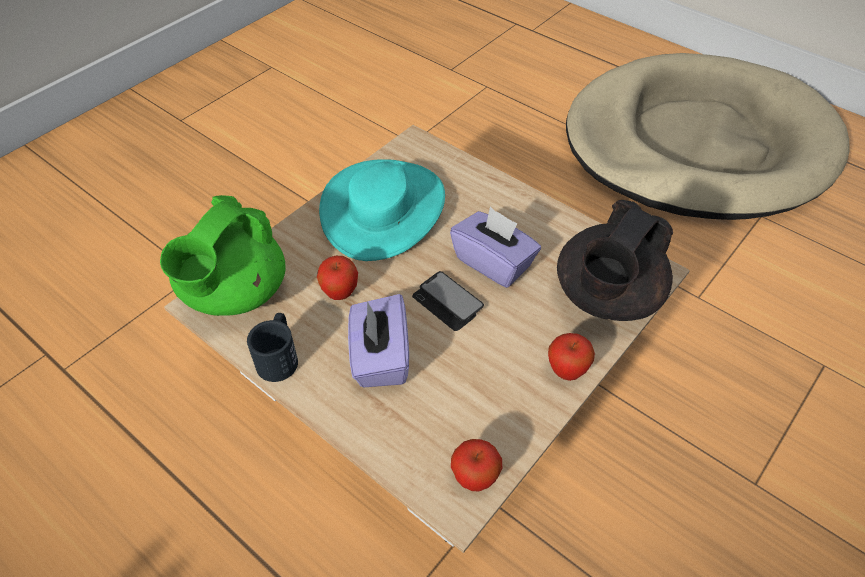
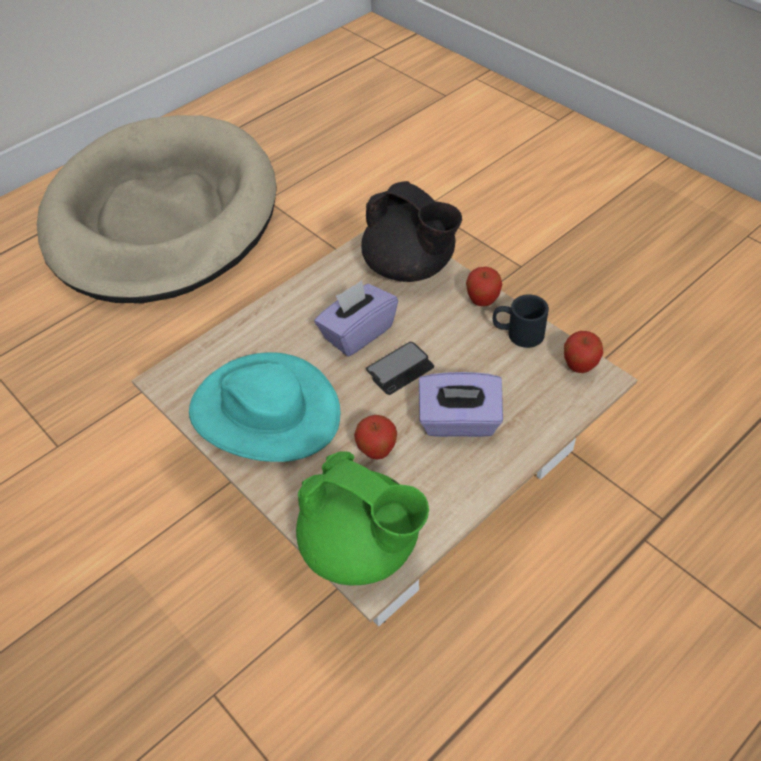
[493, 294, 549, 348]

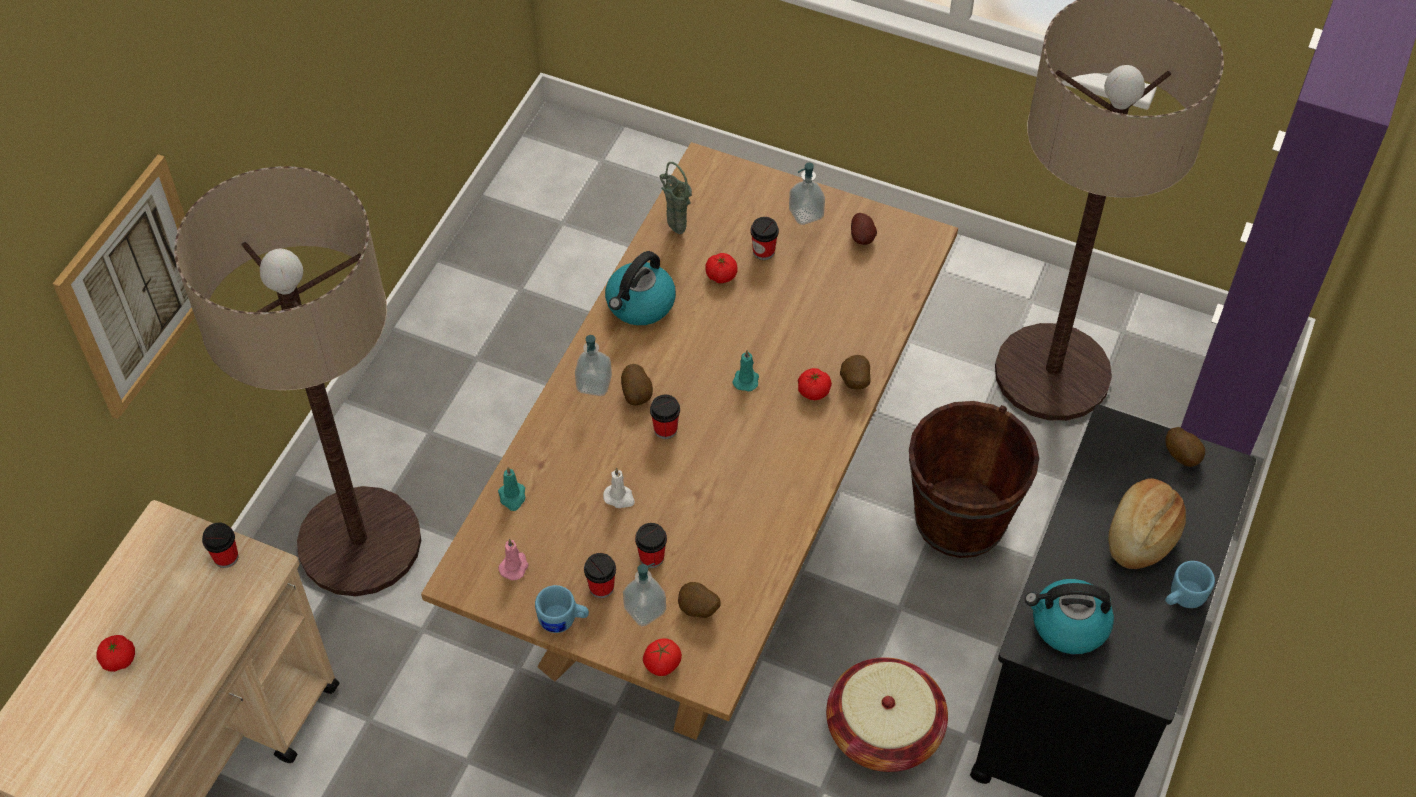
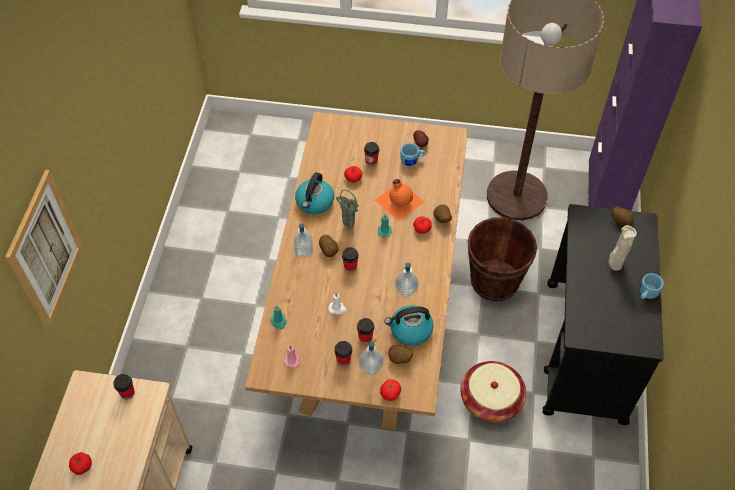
[336, 189, 359, 228]
[375, 179, 424, 221]
[384, 305, 434, 346]
[395, 263, 419, 297]
[400, 143, 425, 166]
[609, 225, 637, 271]
[174, 166, 421, 596] (first image)

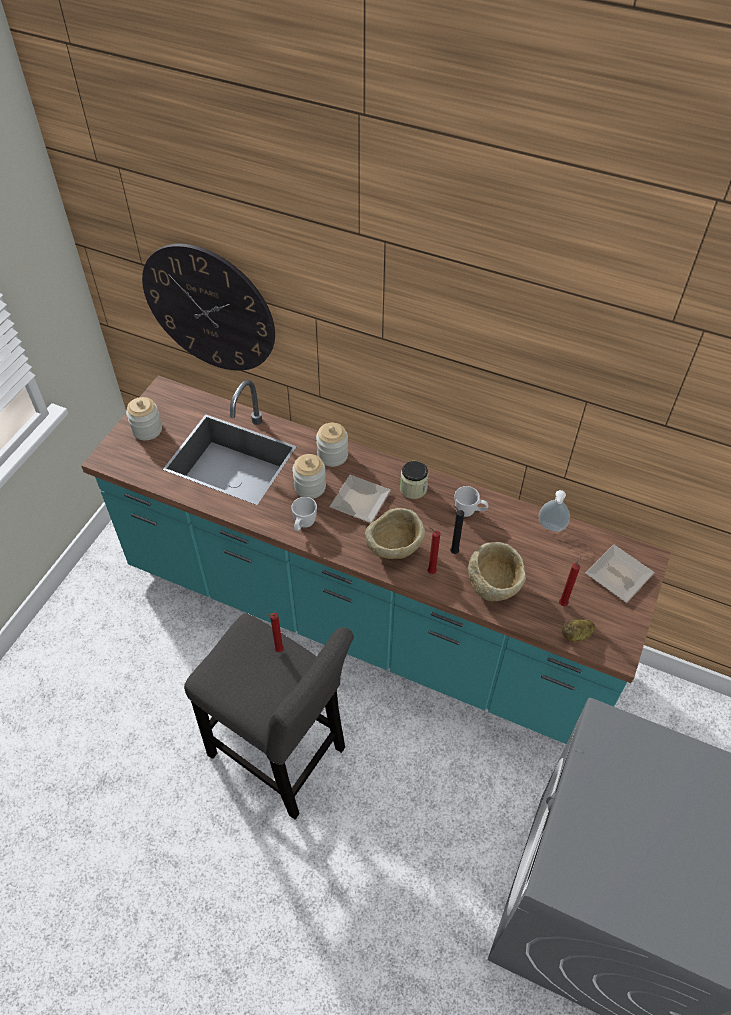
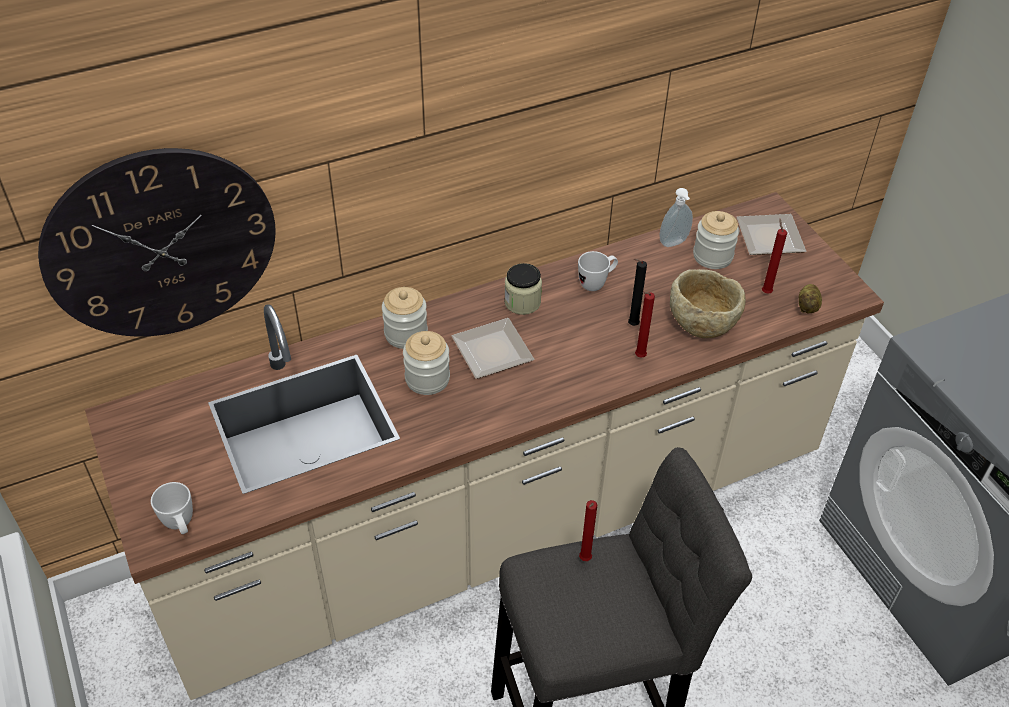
[85, 192, 884, 700]
[151, 482, 193, 534]
[693, 211, 739, 269]
[365, 508, 425, 559] (first image)

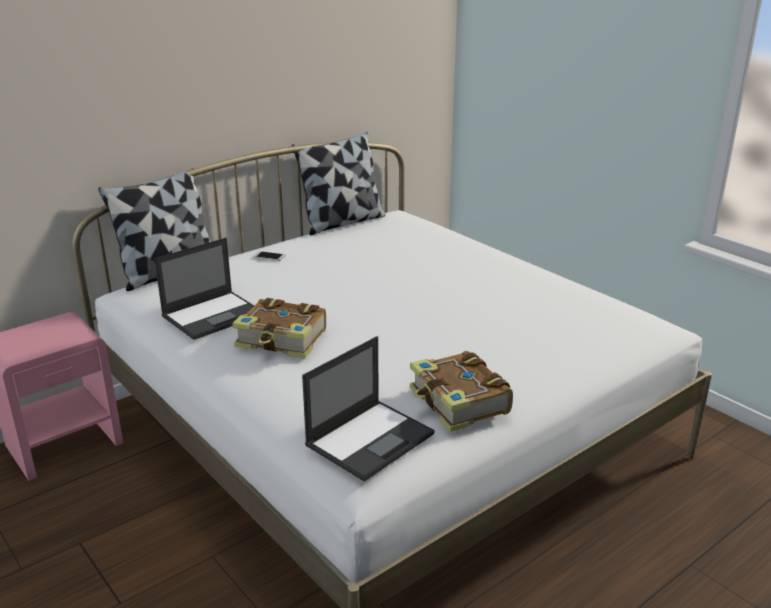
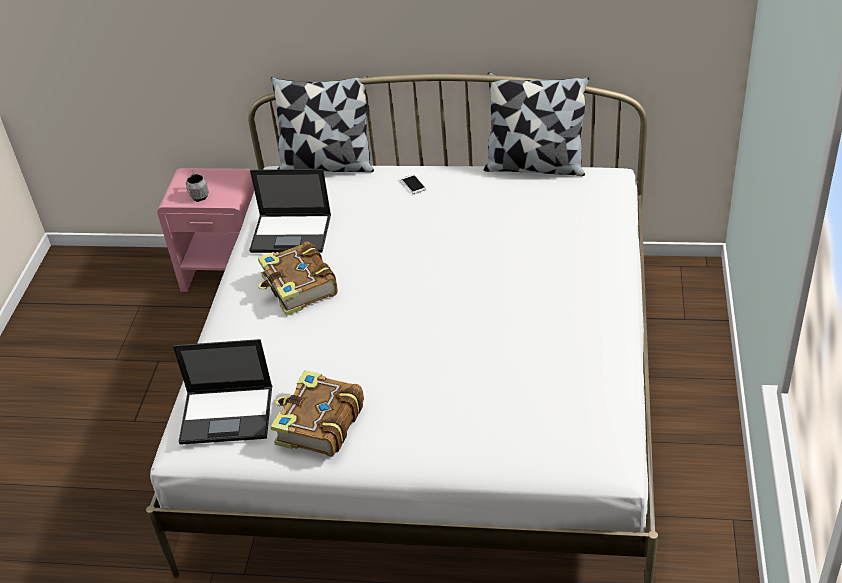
[186, 170, 209, 202]

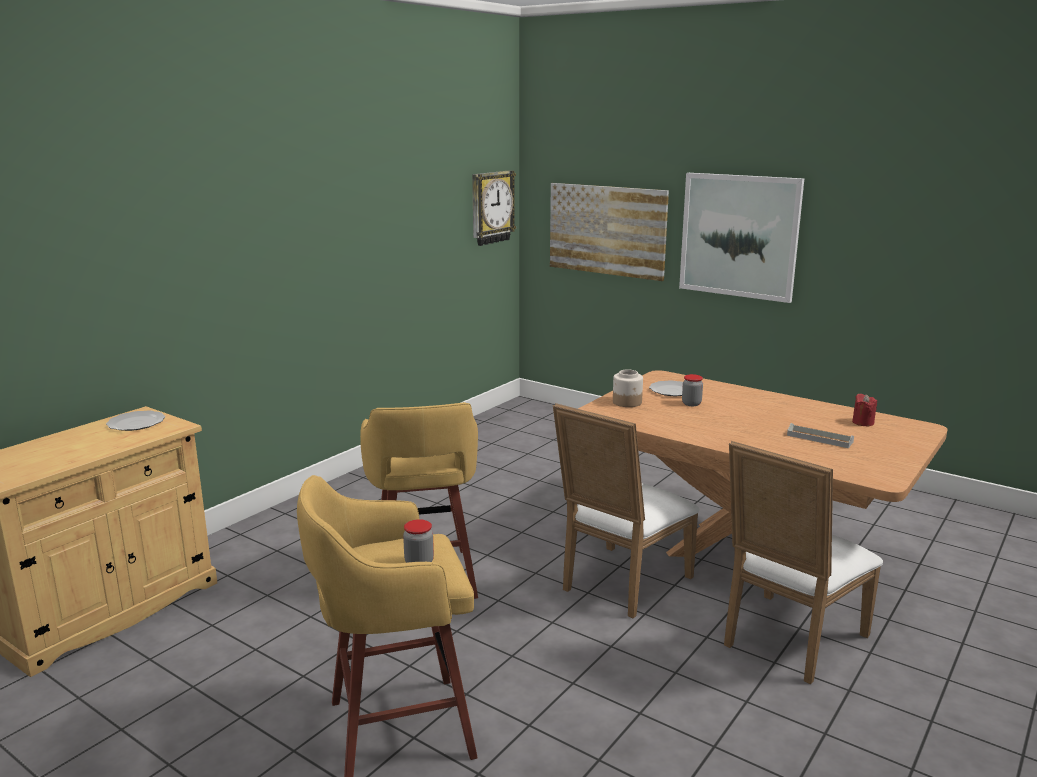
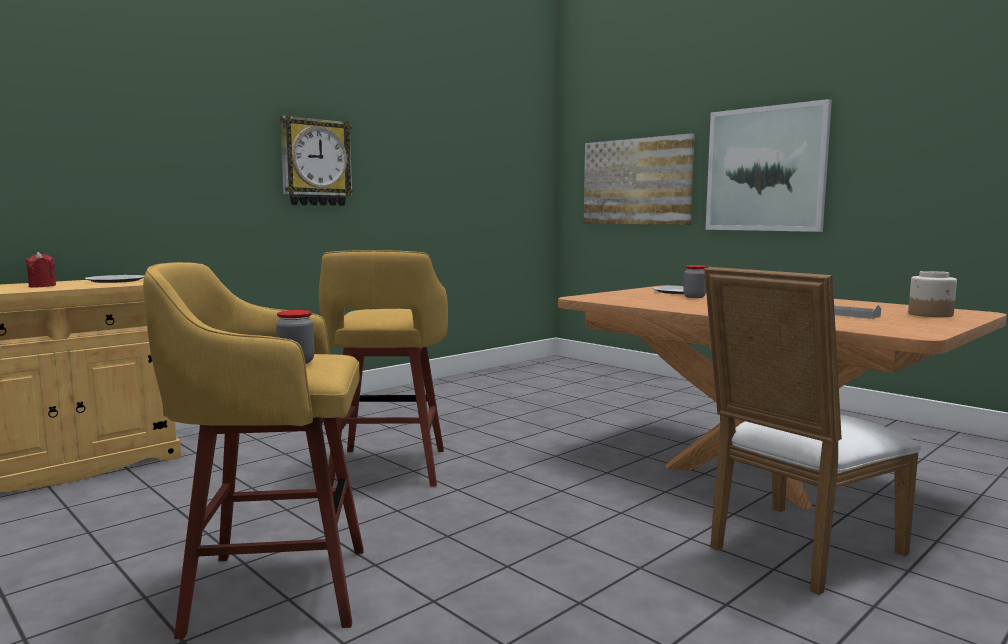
[26, 252, 56, 288]
[280, 115, 354, 206]
[908, 271, 957, 317]
[553, 403, 699, 618] (first image)

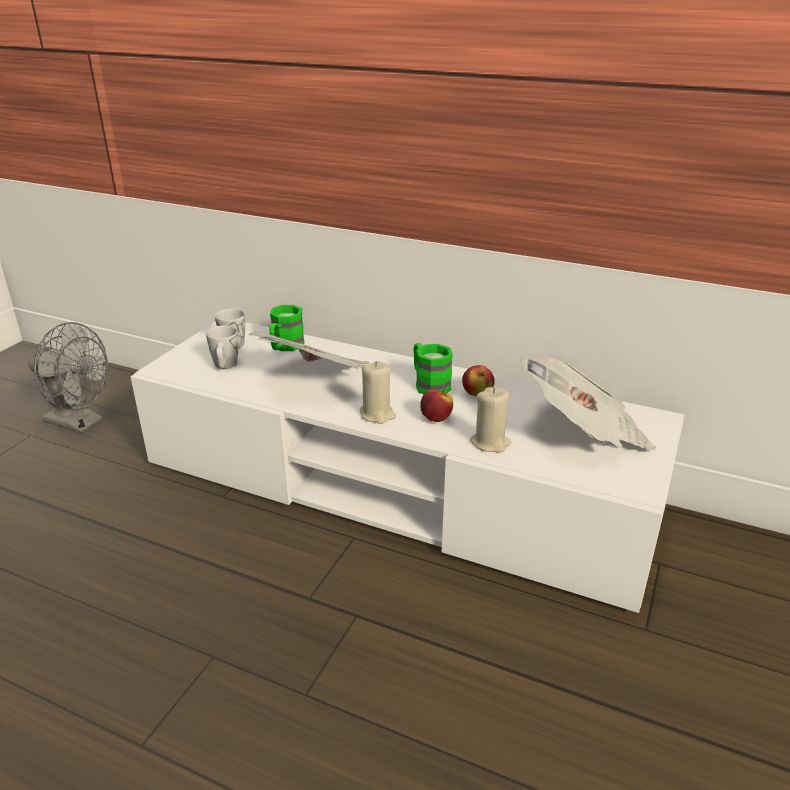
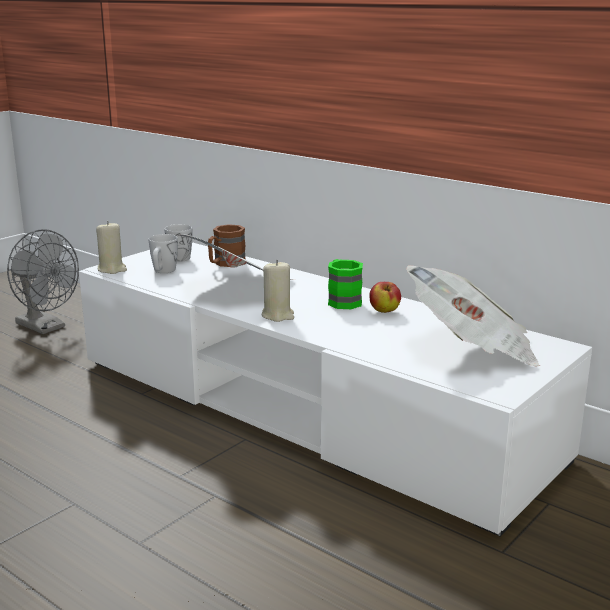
[96, 221, 127, 274]
[208, 224, 246, 267]
[420, 389, 453, 422] (first image)

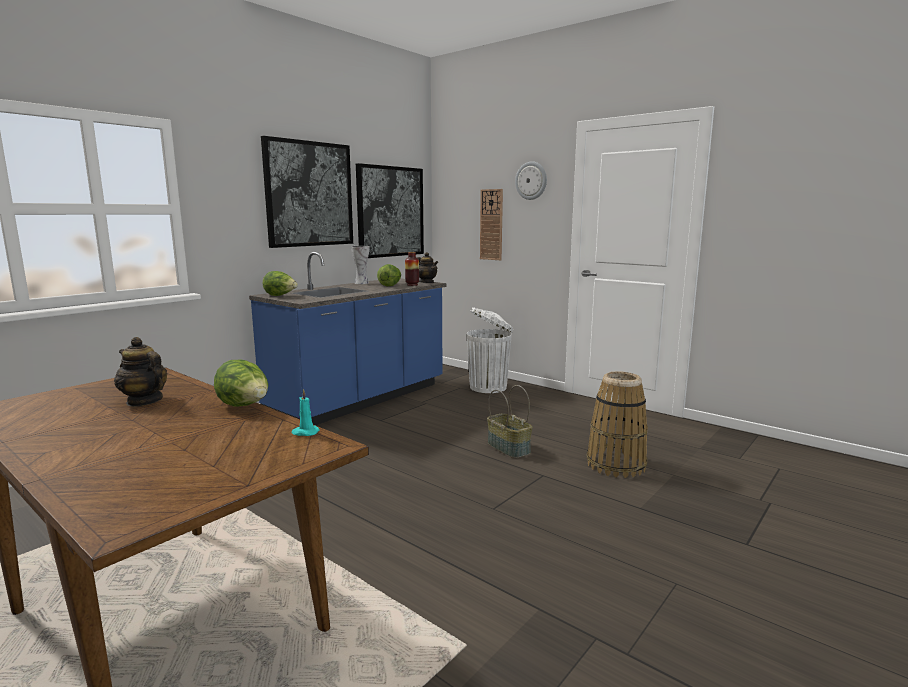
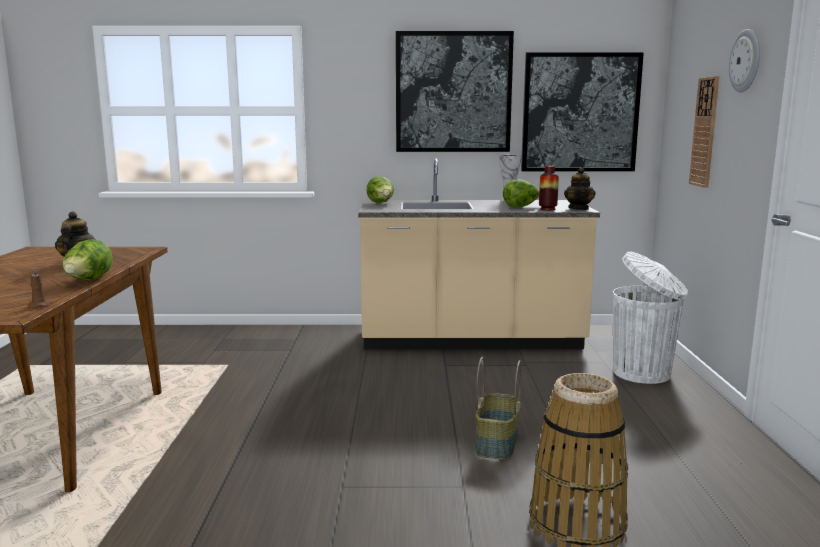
[28, 266, 51, 308]
[358, 158, 600, 349]

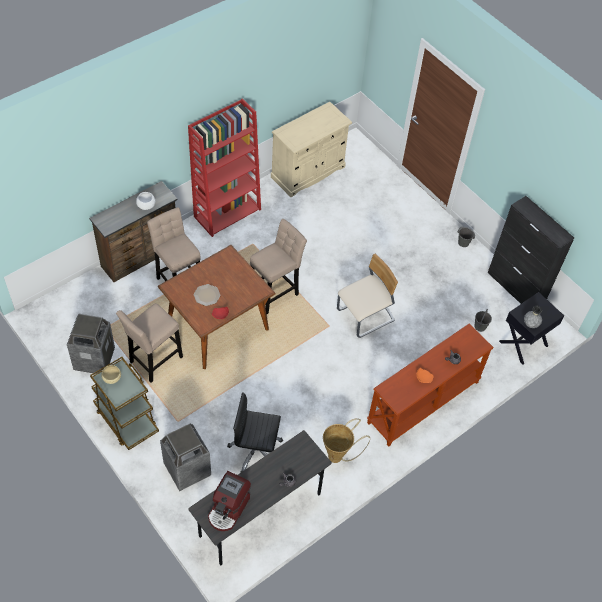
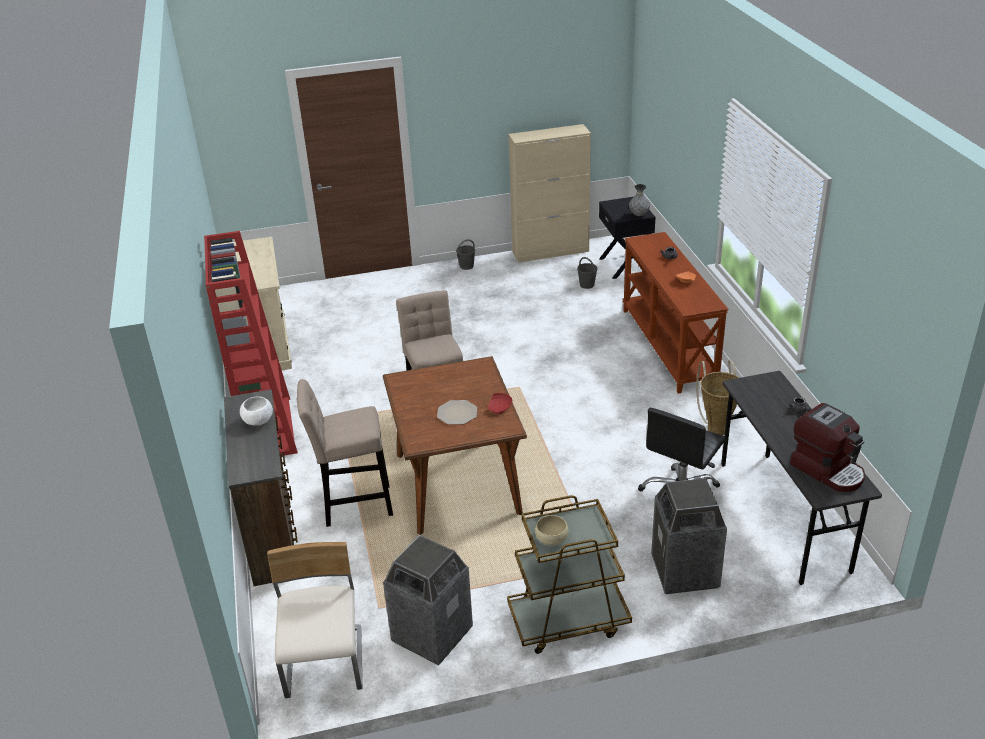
[267, 542, 362, 698]
[509, 124, 591, 263]
[116, 303, 183, 383] (first image)

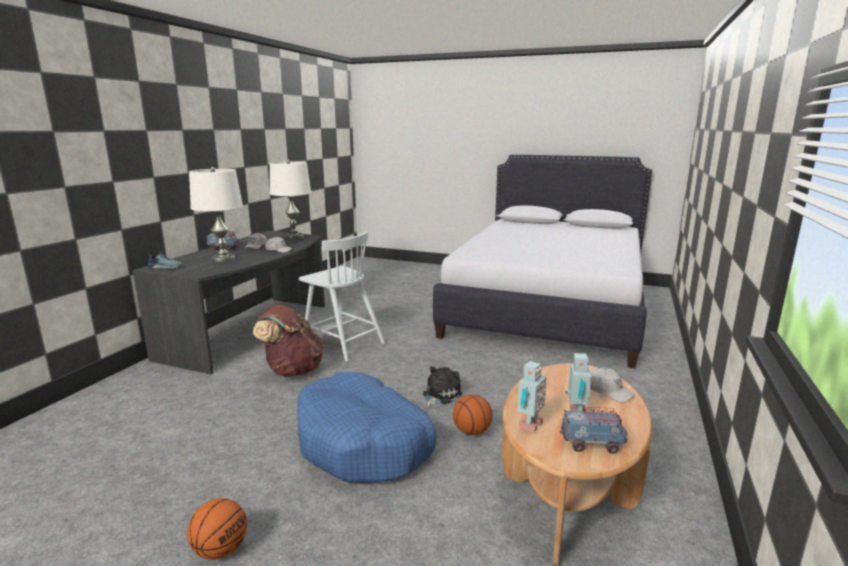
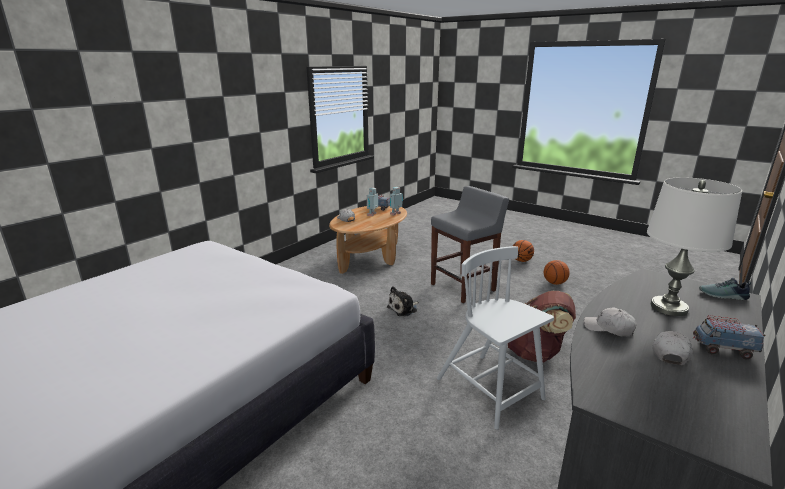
[431, 186, 509, 303]
[544, 260, 570, 285]
[270, 160, 311, 239] (first image)

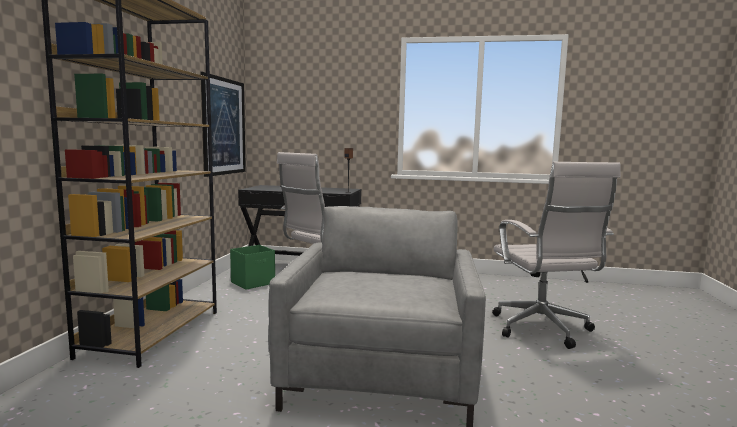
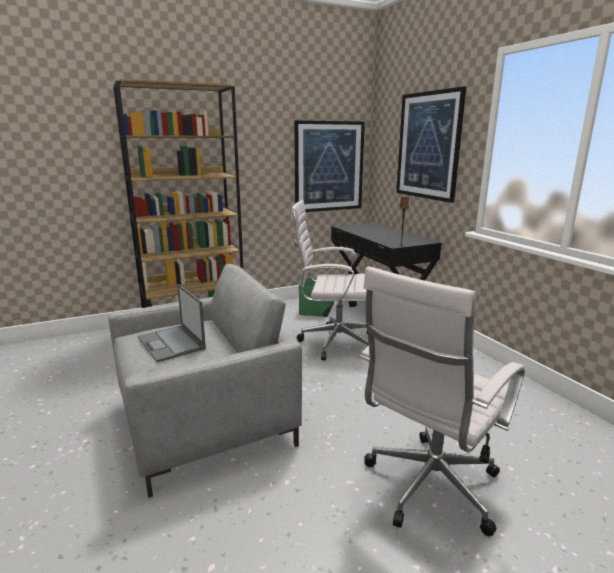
[138, 284, 206, 362]
[396, 86, 467, 203]

